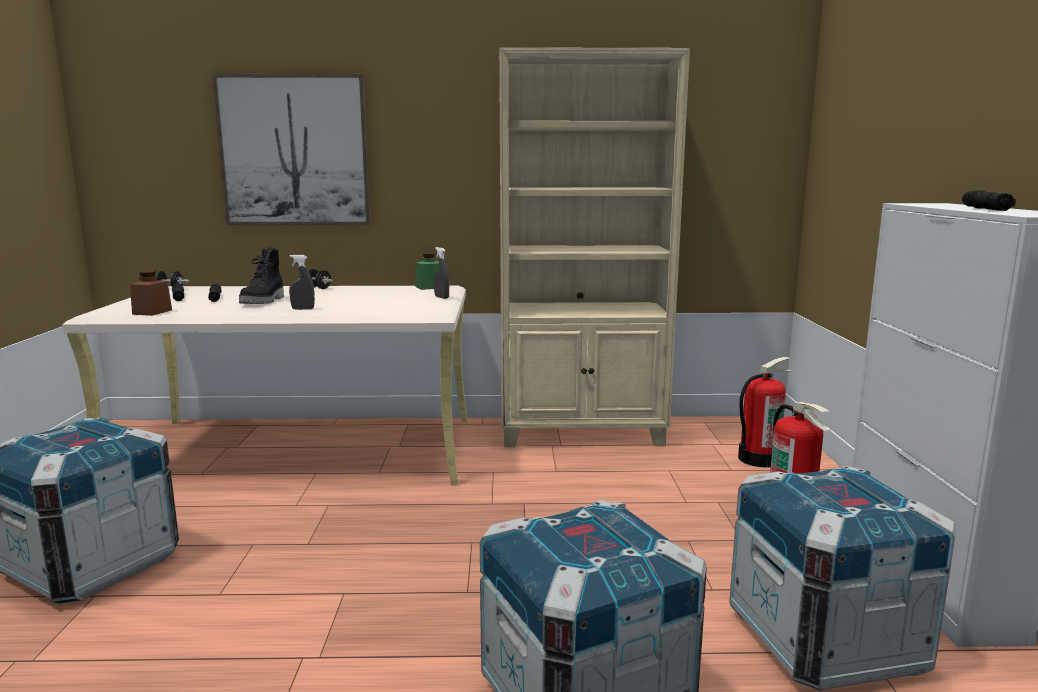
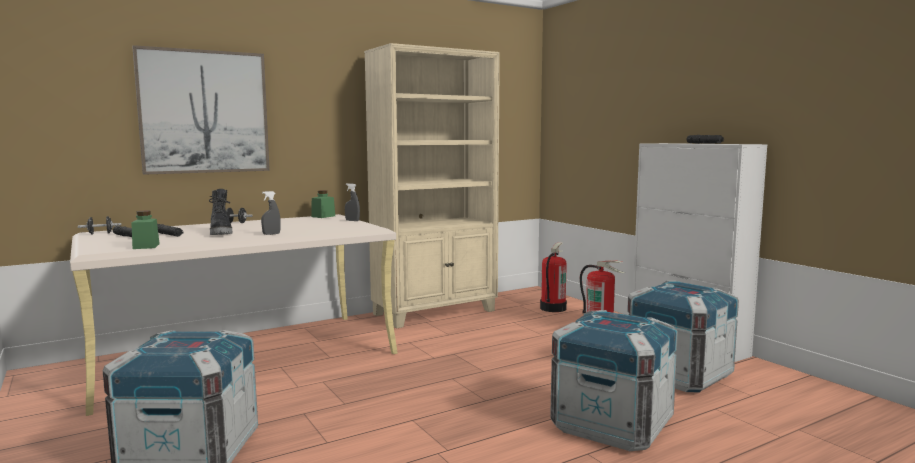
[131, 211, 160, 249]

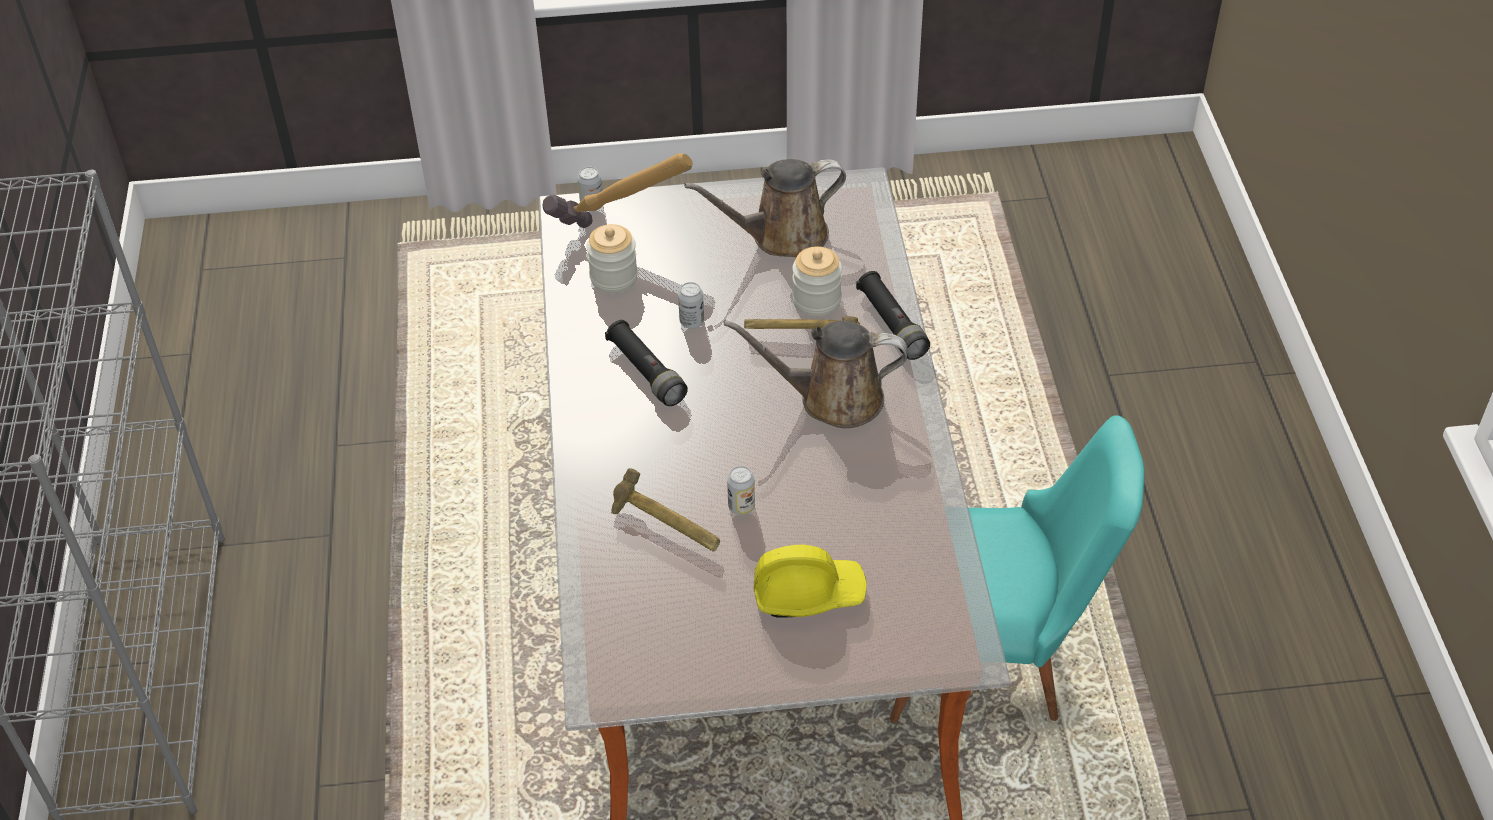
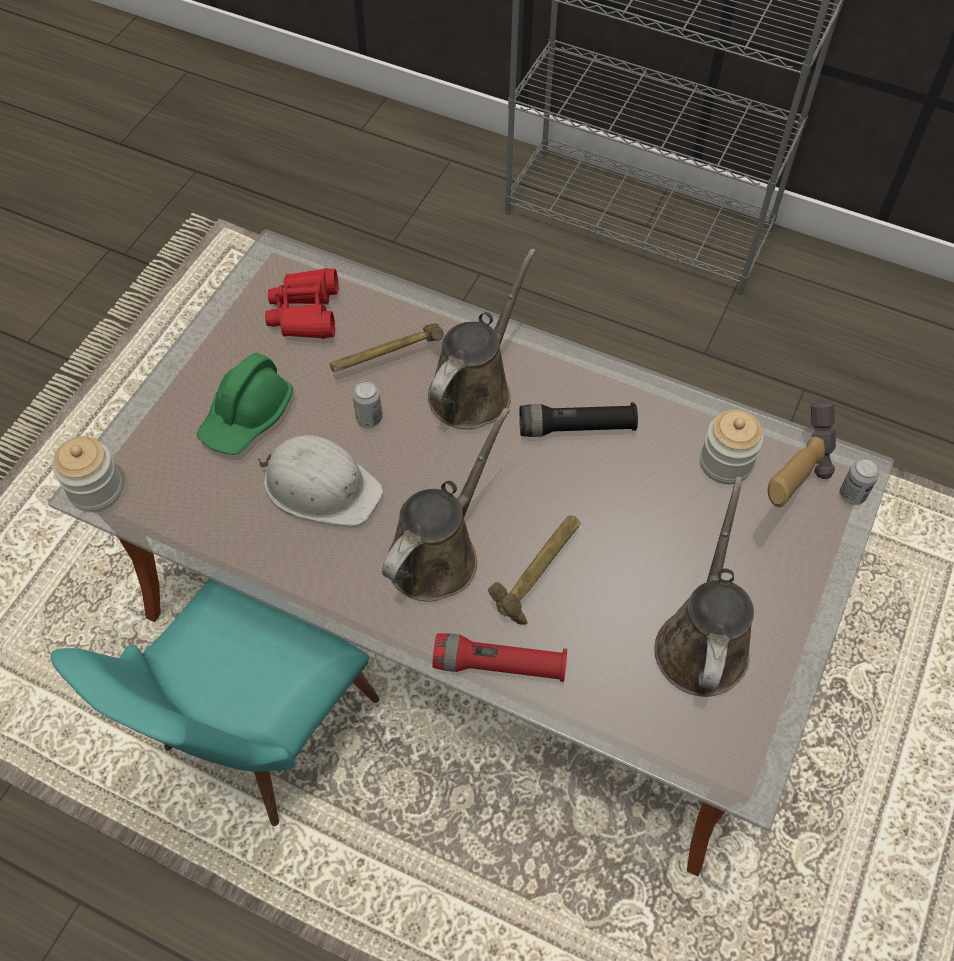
[53, 436, 122, 512]
[197, 352, 293, 455]
[258, 435, 383, 526]
[265, 268, 339, 339]
[428, 249, 536, 429]
[432, 633, 567, 682]
[678, 282, 704, 329] (first image)

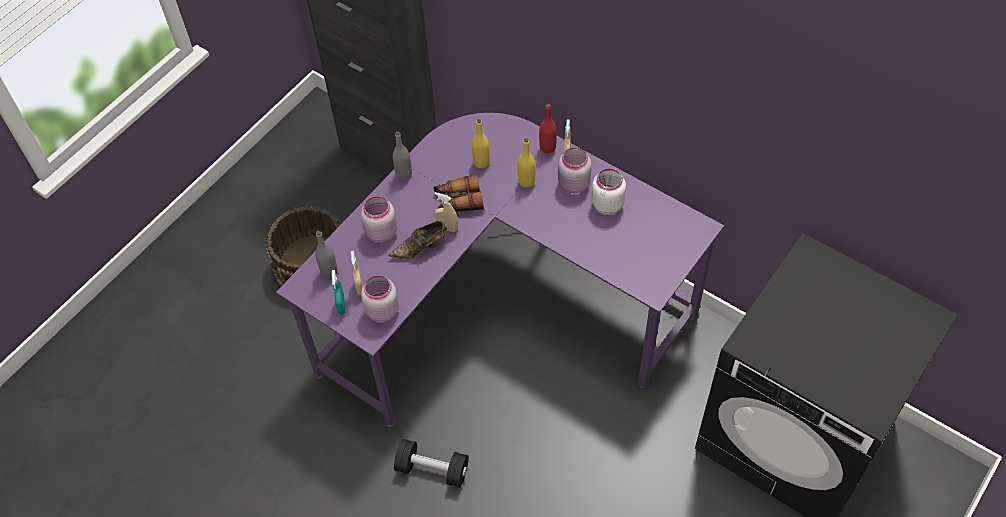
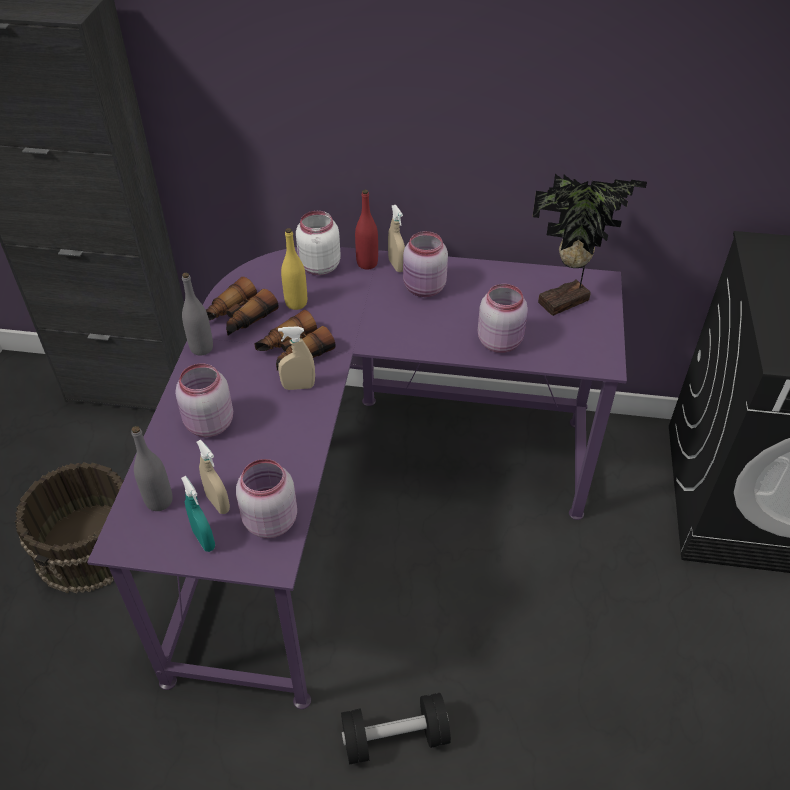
[206, 277, 278, 335]
[296, 211, 341, 275]
[478, 284, 528, 353]
[533, 174, 647, 316]
[388, 221, 448, 260] (first image)
[518, 138, 535, 188] (first image)

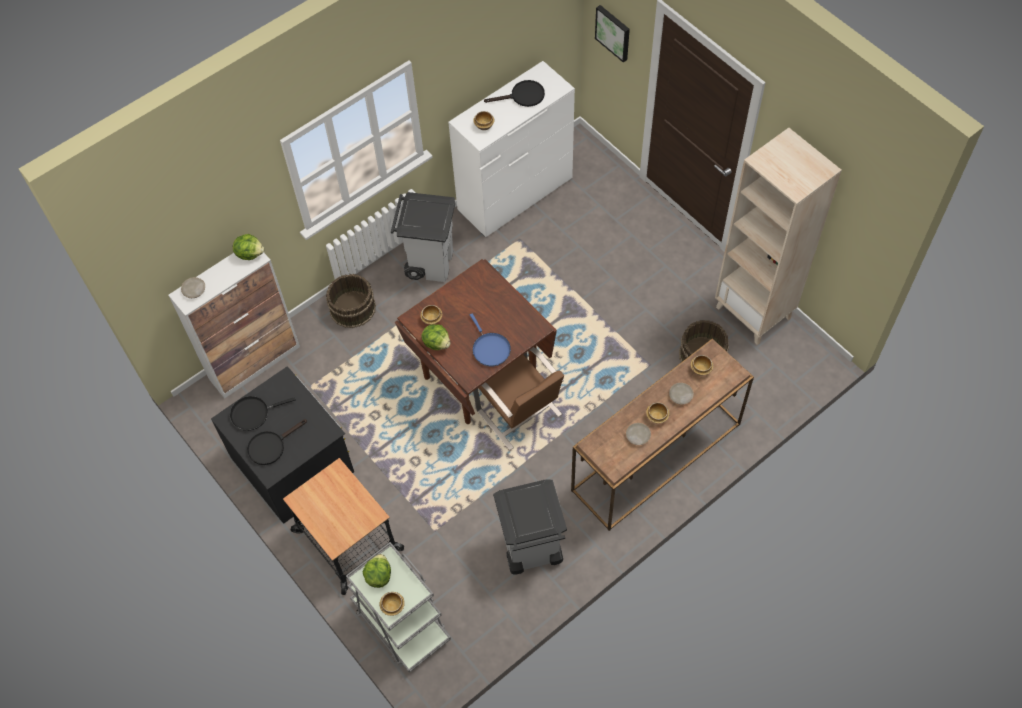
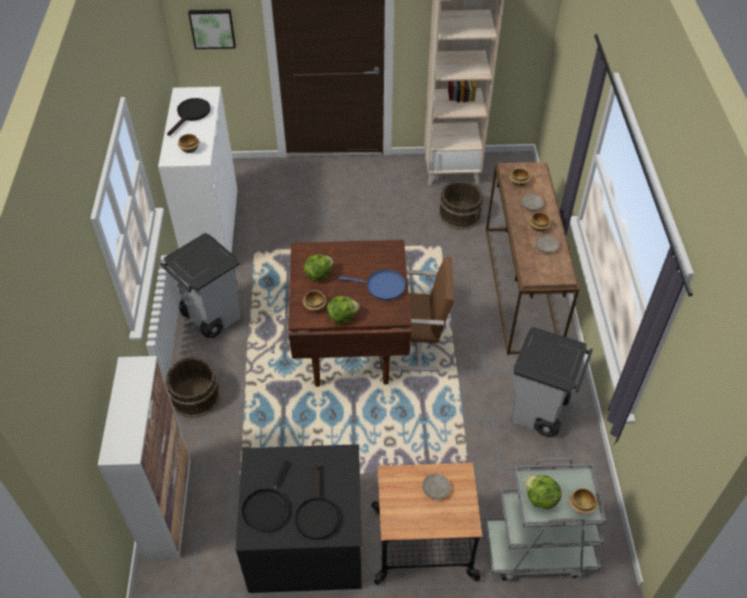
[304, 254, 333, 281]
[422, 473, 451, 500]

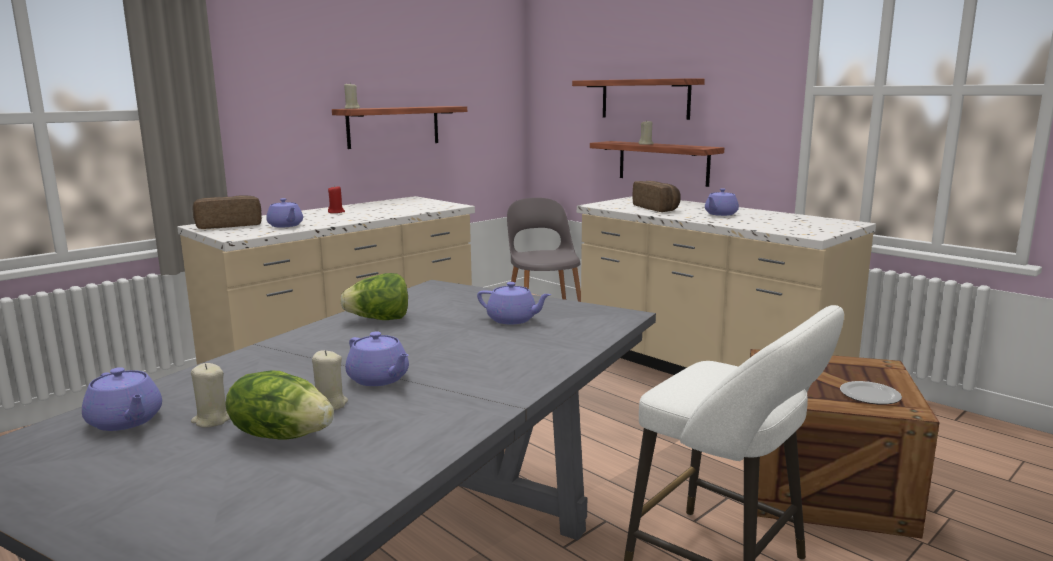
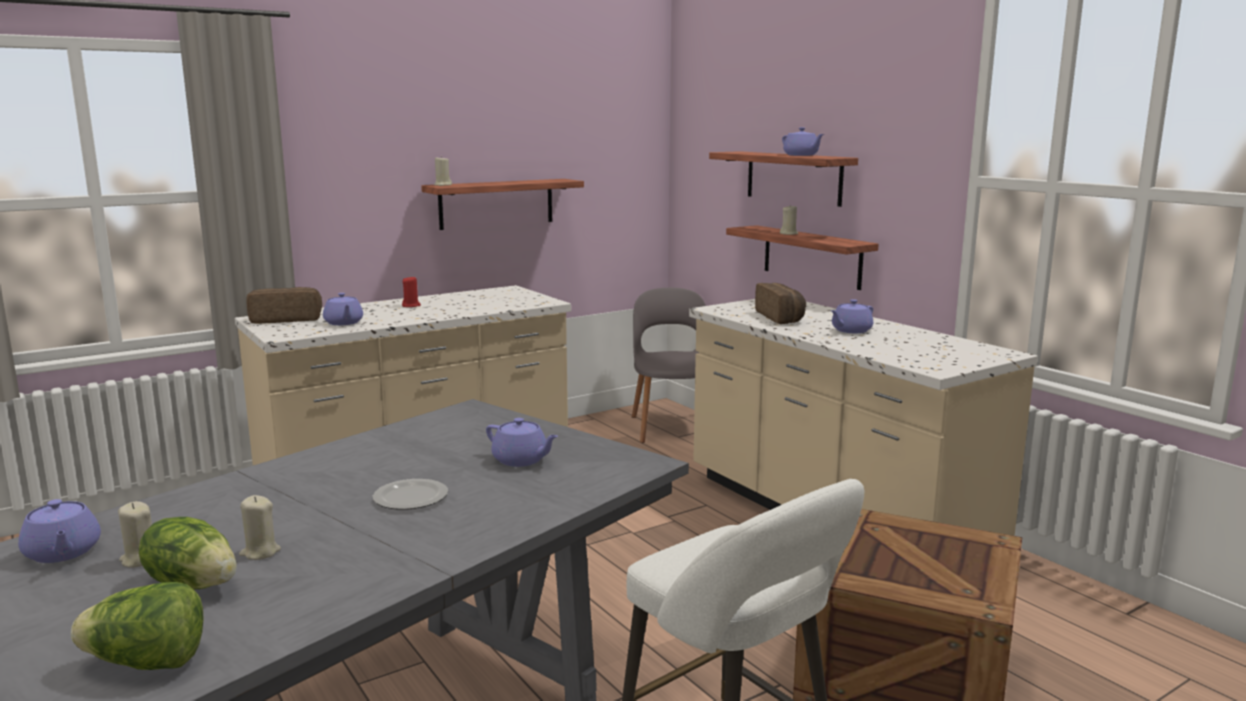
[71, 582, 204, 670]
[373, 479, 448, 510]
[782, 127, 824, 156]

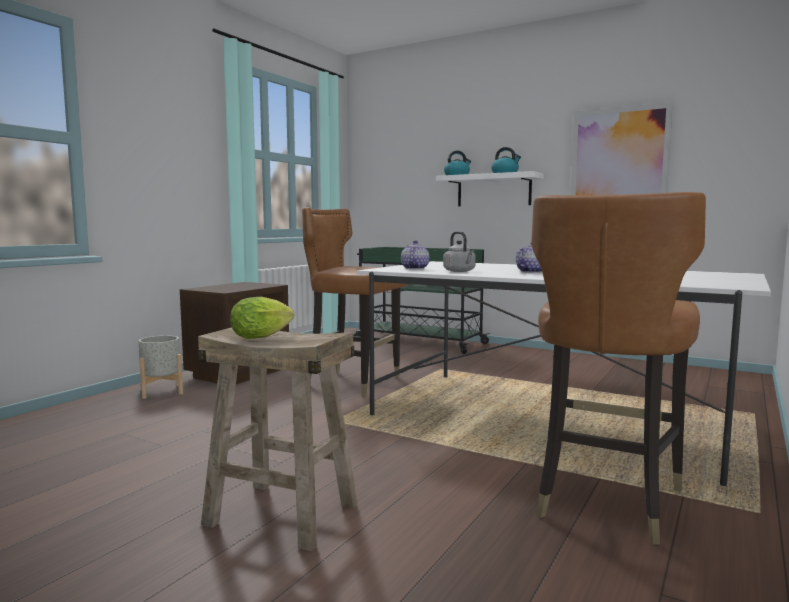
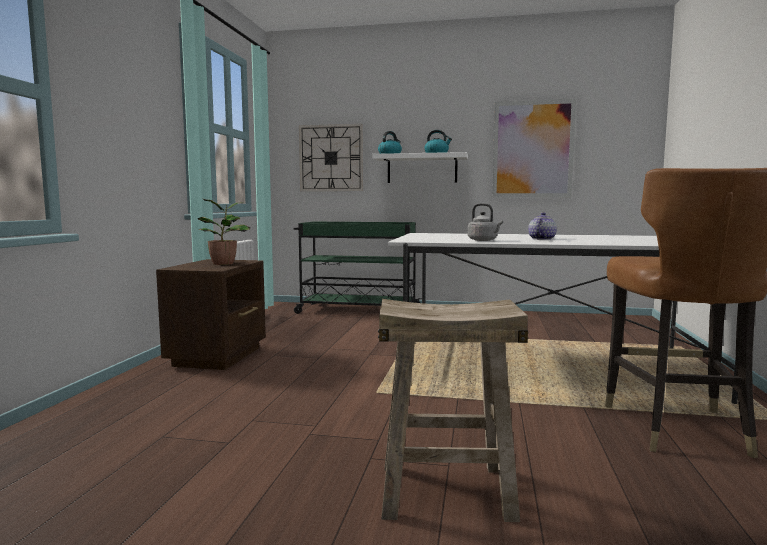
[197, 199, 250, 265]
[299, 124, 363, 191]
[139, 335, 183, 399] (first image)
[230, 297, 294, 339] (first image)
[302, 207, 408, 397] (first image)
[401, 240, 429, 269] (first image)

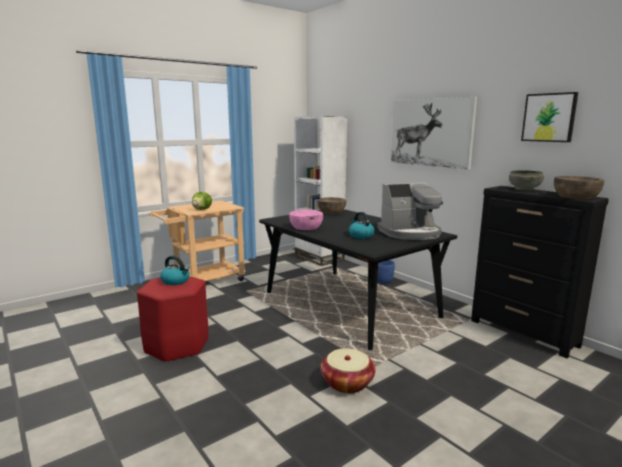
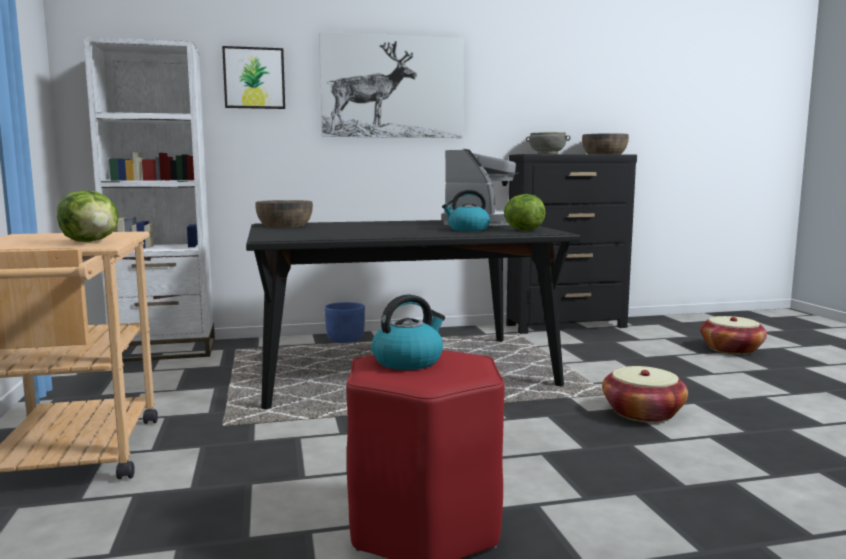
[222, 46, 285, 109]
[504, 194, 545, 231]
[700, 316, 767, 355]
[289, 210, 323, 230] (first image)

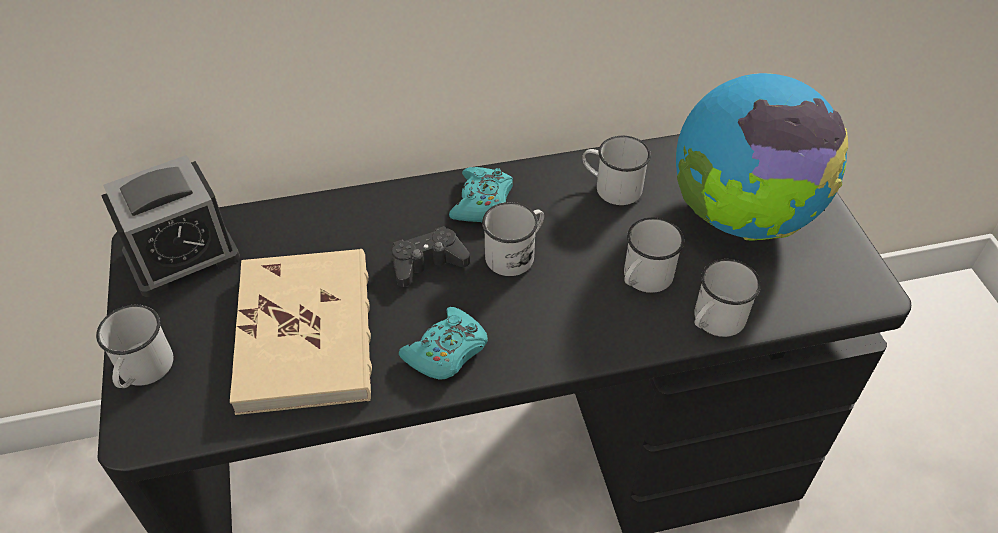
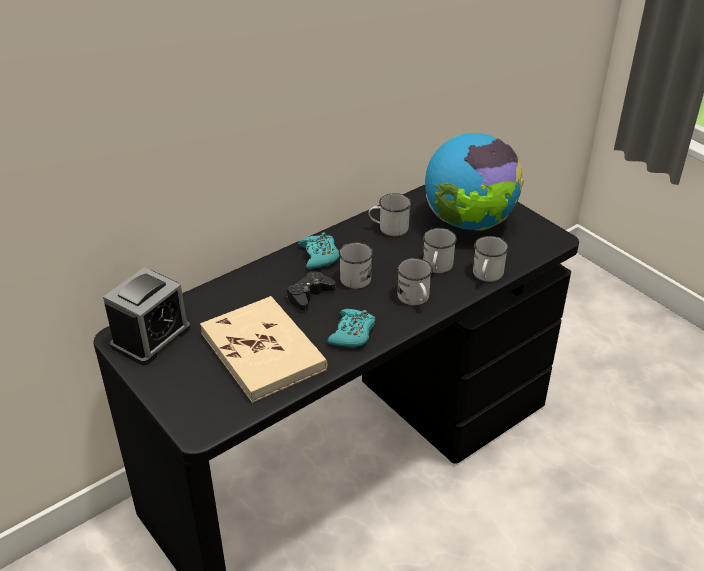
[397, 258, 433, 305]

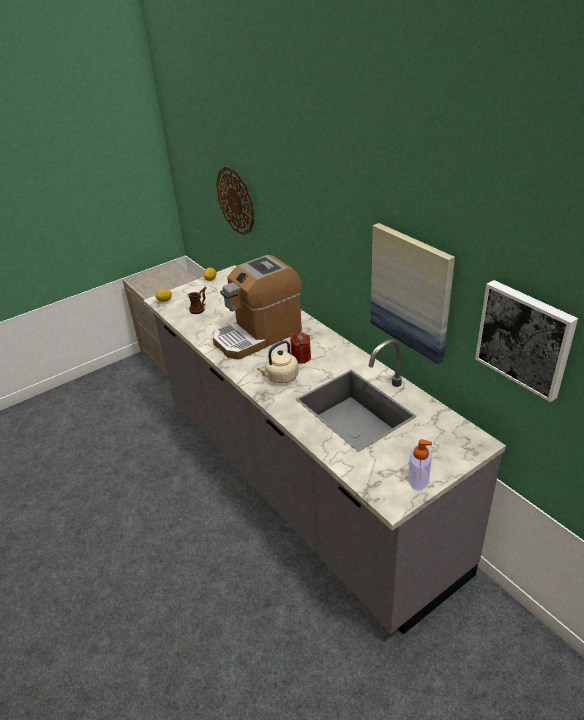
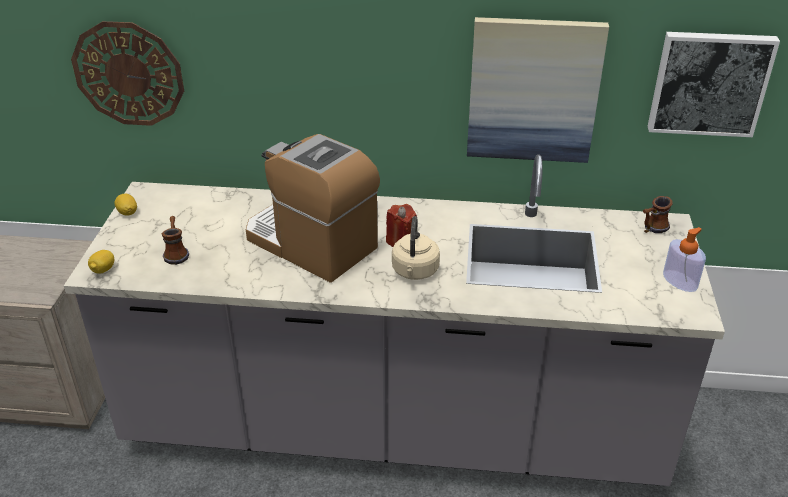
[246, 134, 380, 283]
[643, 196, 673, 233]

